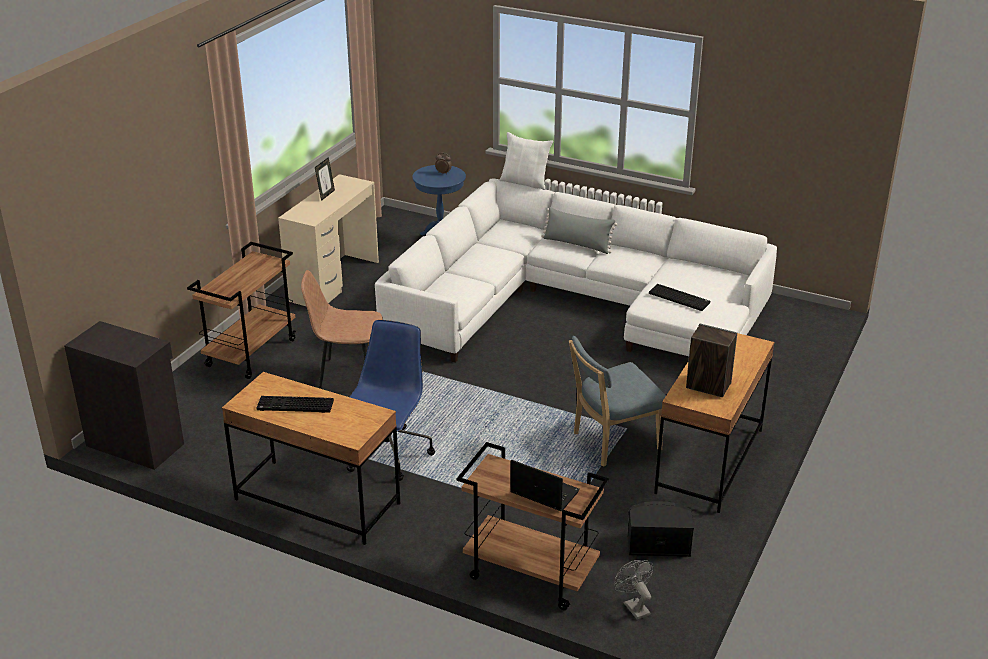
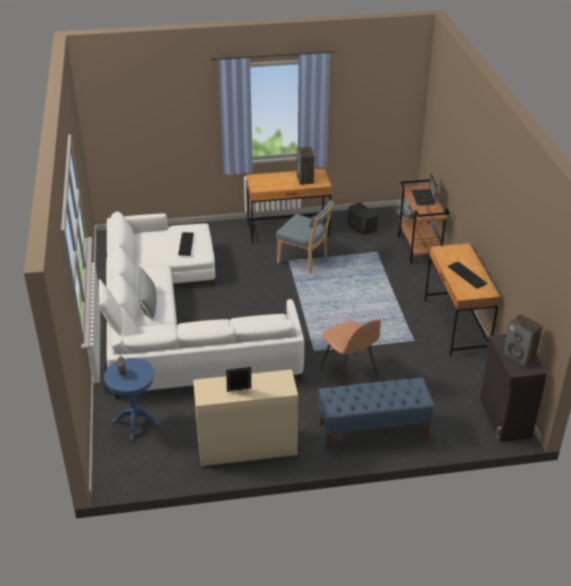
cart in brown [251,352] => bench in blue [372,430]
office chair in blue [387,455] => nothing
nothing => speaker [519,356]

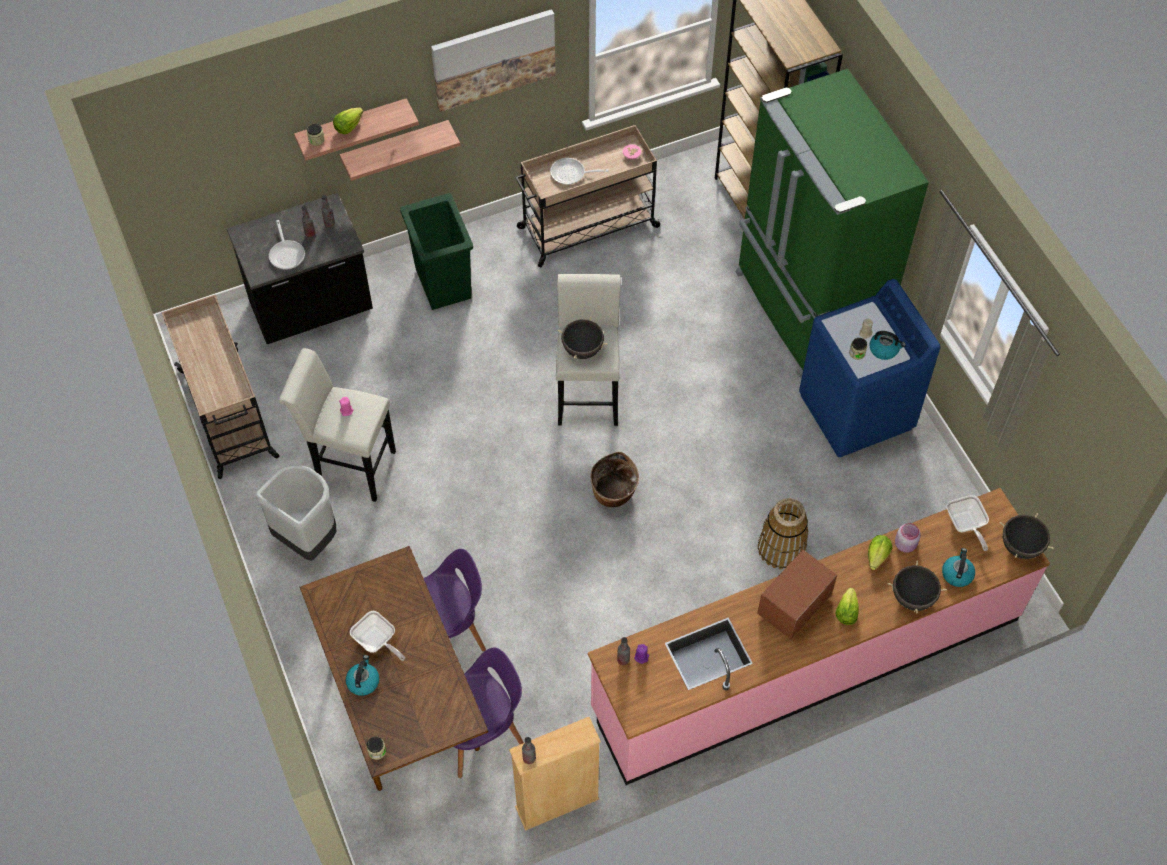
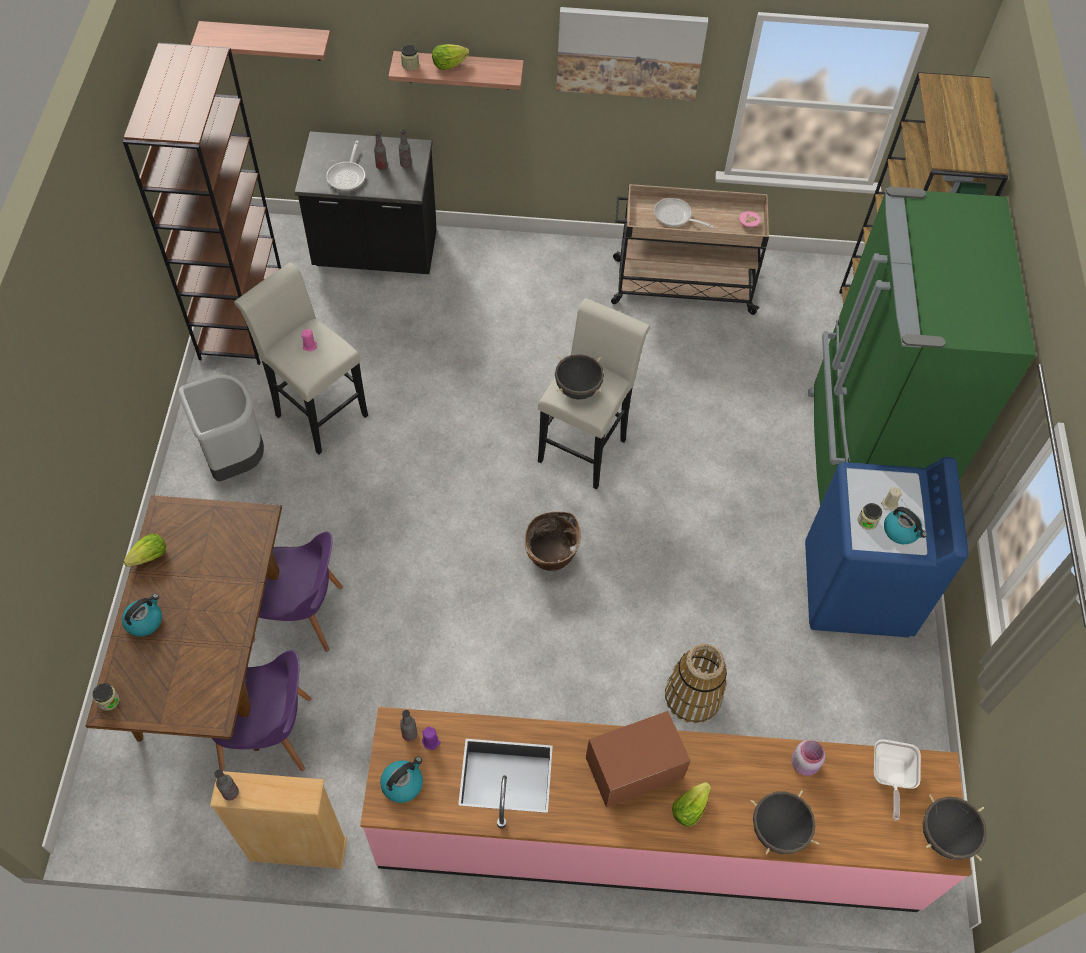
cart in beige [229,415] => bookcase in brown [241,315]
shelf [395,147] => shelf [267,41], move
frying pan [377,642] => nothing
trash can in green [443,282] => nothing
lettuce [877,556] => lettuce [150,556], move
kettle [957,574] => kettle [402,783], move

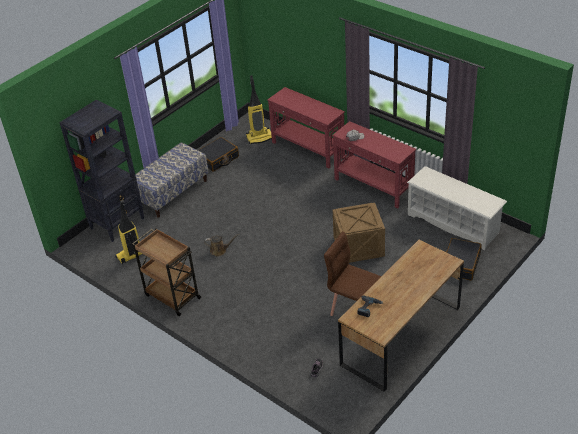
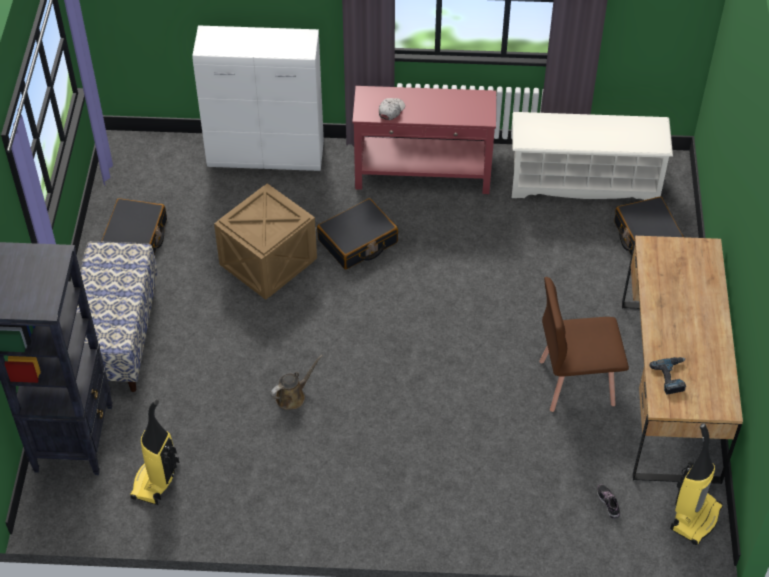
cart in brown [171,296] => nothing
vacuum cleaner [259,137] => vacuum cleaner [694,517], move
console table in red [308,149] => cabinet in white [267,155]
crate [358,247] => crate [267,263], move
nothing => suitcase in black [358,242]

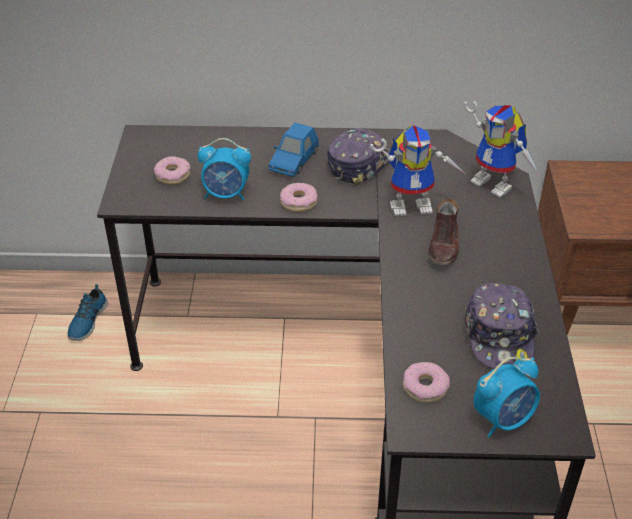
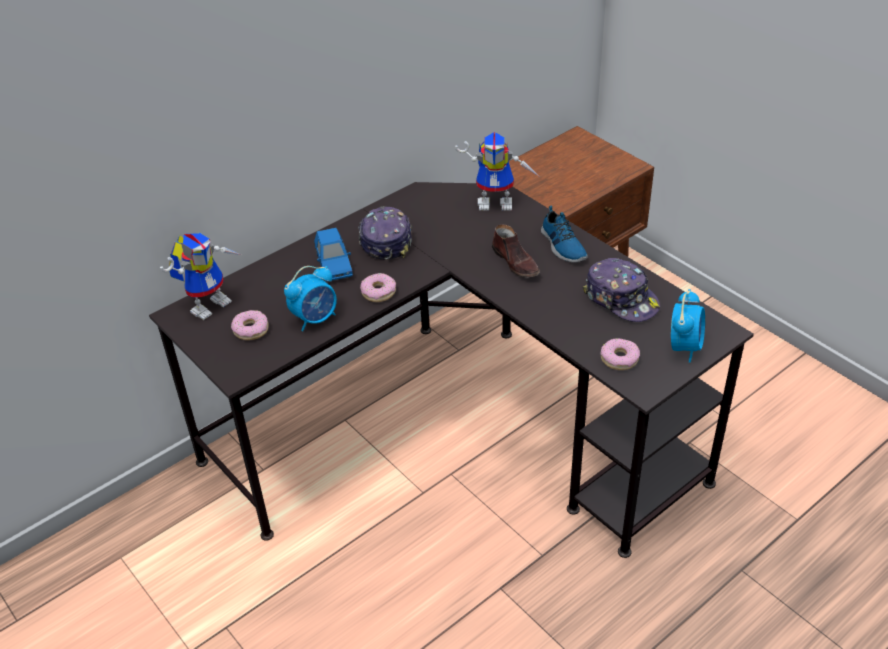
shoe [87,321] => shoe [562,246], move
toy robot [413,204] => toy robot [210,303], move

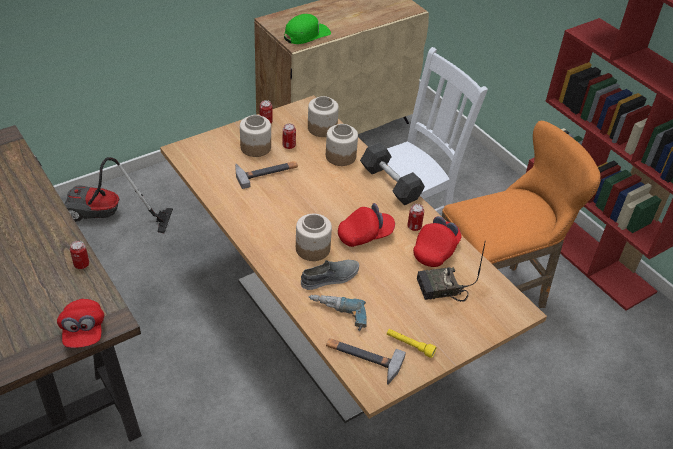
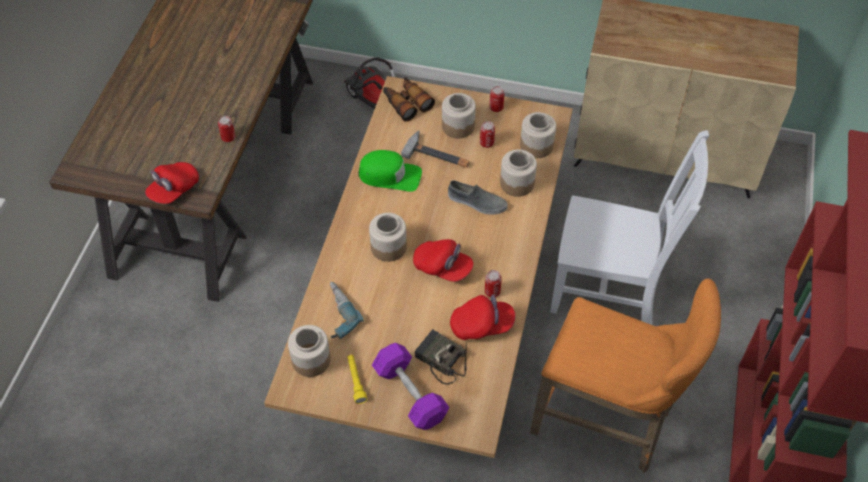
cap in green [306,34] => cap in green [390,175], move
shoe in grey [330,278] => shoe in grey [477,202], move
hammer [362,358] => jar [311,360]
dumbbell in grey [390,183] => nothing
nothing => dumbbell in purple [410,394]
nothing => binoculars [406,103]

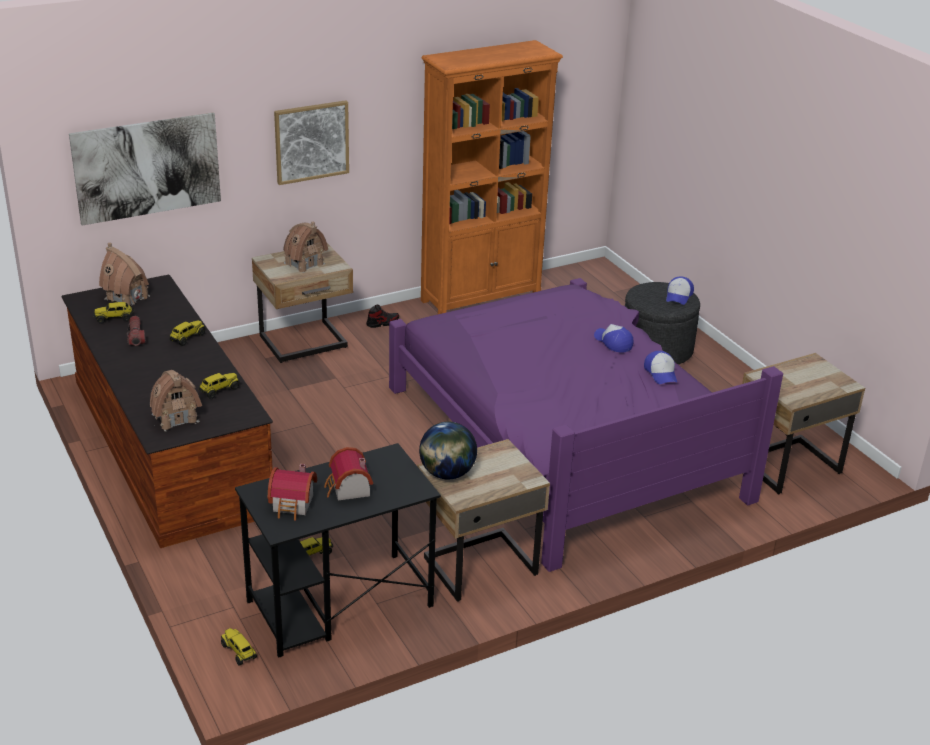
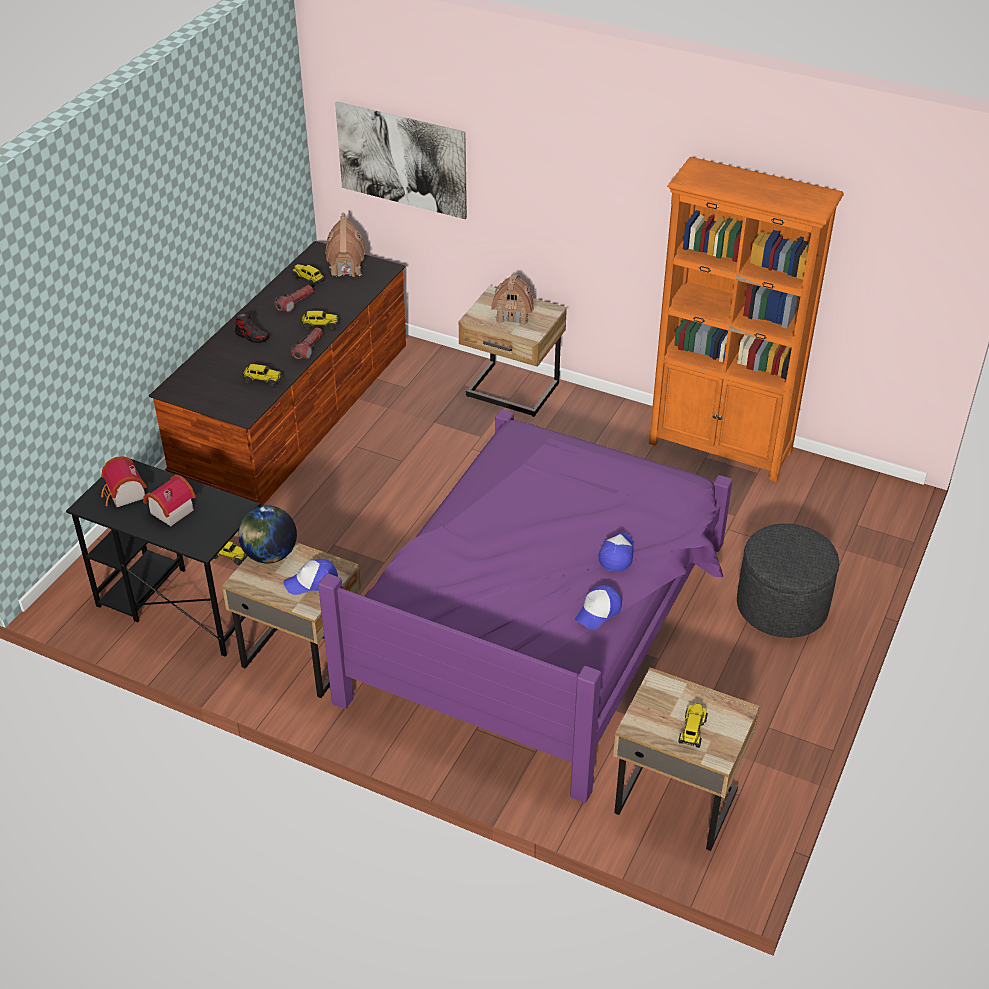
toy house [175,418] => nothing
toy truck [239,652] => toy truck [692,731], move
picture [311,141] => nothing
shoe [382,323] => shoe [252,336], move
cap [678,296] => cap [312,582], move
nothing => flashlight [308,348]

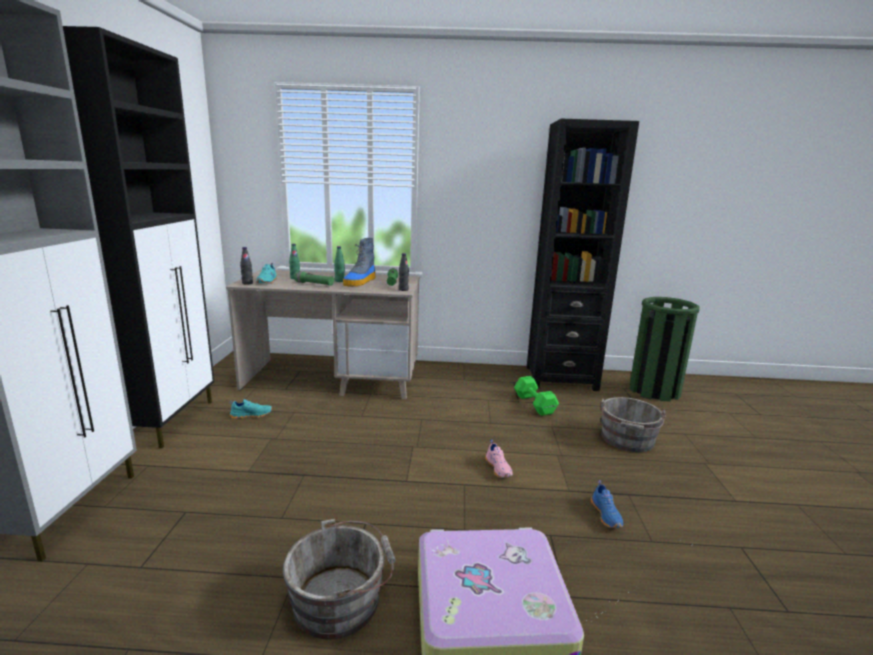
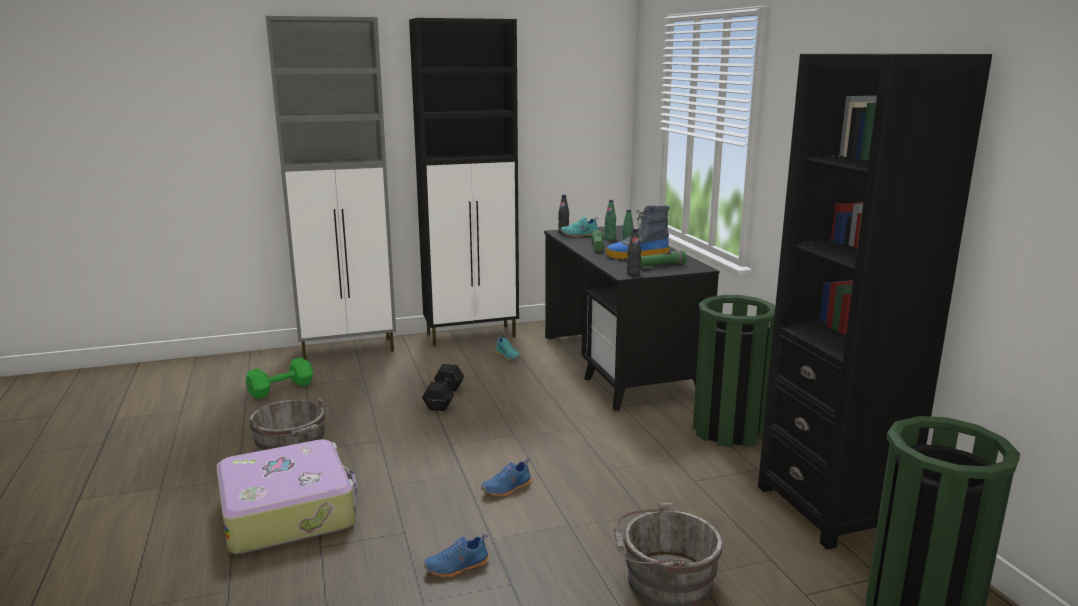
desk in beige [334,378] => desk in black [620,366]
shoe in pink [499,468] => shoe in blue [507,488]
dumbbell in green [534,404] => dumbbell in green [282,389], move
nothing => dumbbell in black [445,398]
nothing => trash can in green [727,430]

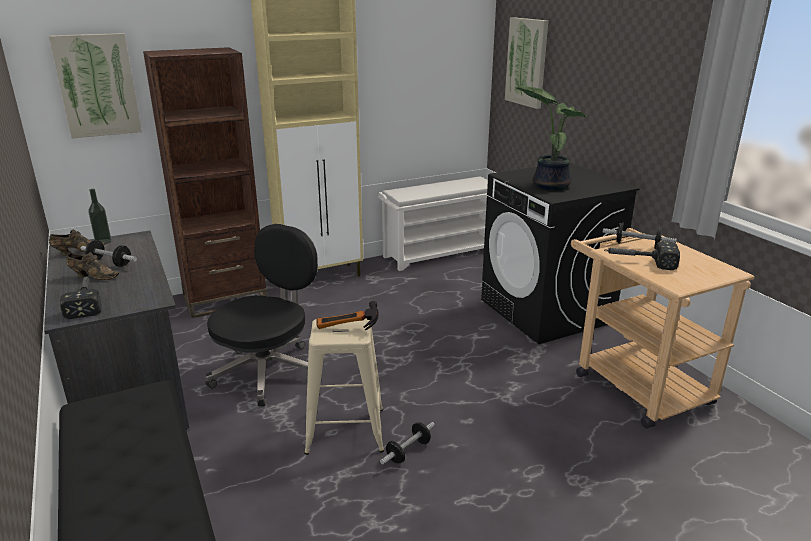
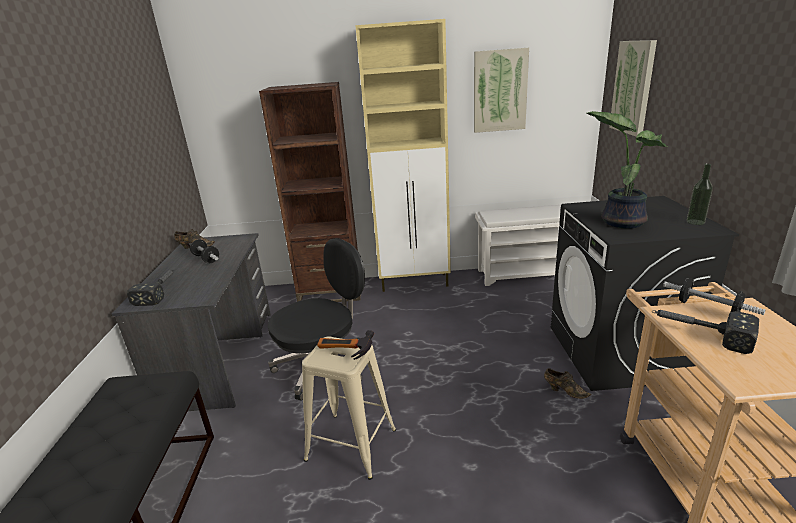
picture [97,85] => picture [499,91], move
shoe in brown [93,277] => shoe in brown [564,391], move
bottle [103,242] => bottle [695,222], move
dumbbell [408,451] => nothing

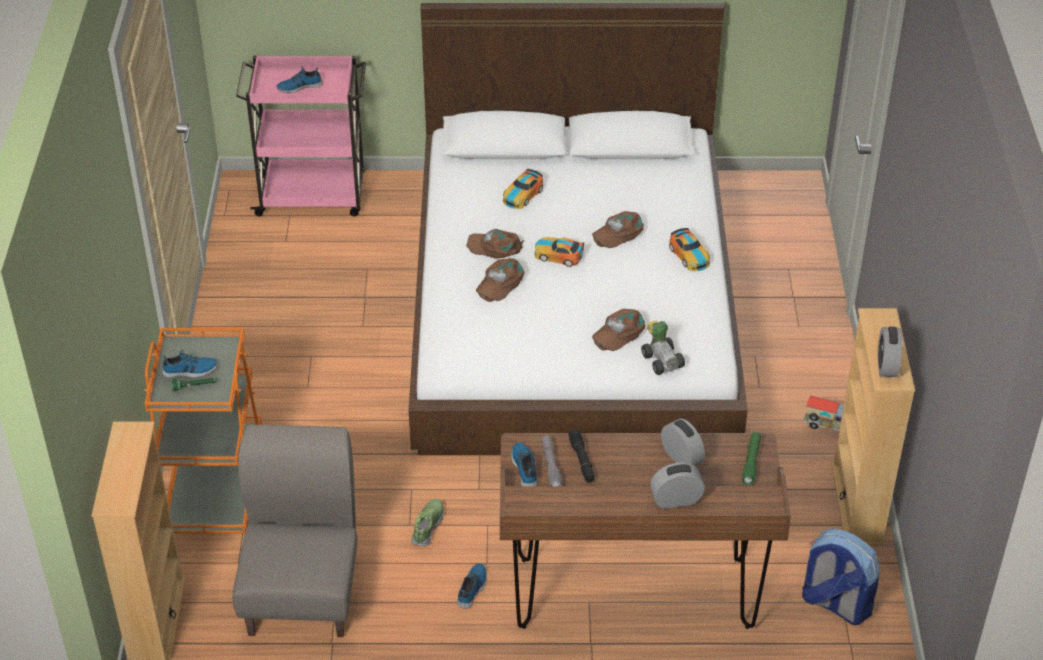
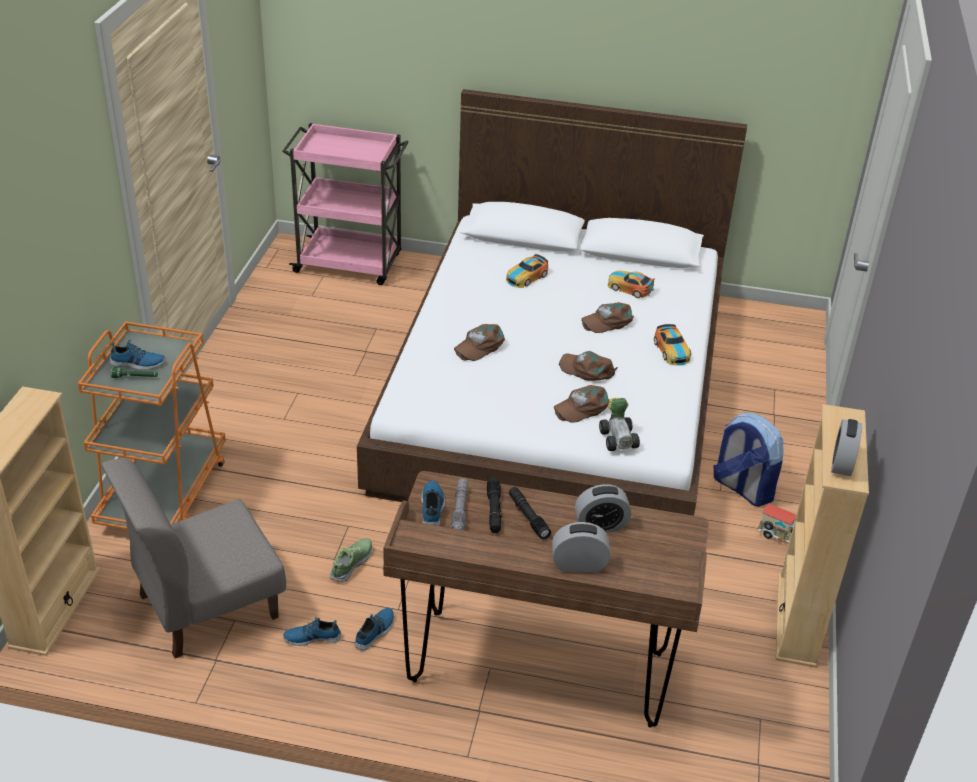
chair in grey [303,593] => chair in grey [207,605], 135 degrees counterclockwise
shoe [299,86] => shoe [312,637], move
cap in brown [495,247] => cap in brown [587,370], move
toy car [558,255] => toy car [629,288], move
alarm clock [681,457] => alarm clock [601,525], 105 degrees clockwise
flashlight in green [751,462] => nothing
backpack [834,604] => backpack [742,488], move
nothing => flashlight in black [528,517]

